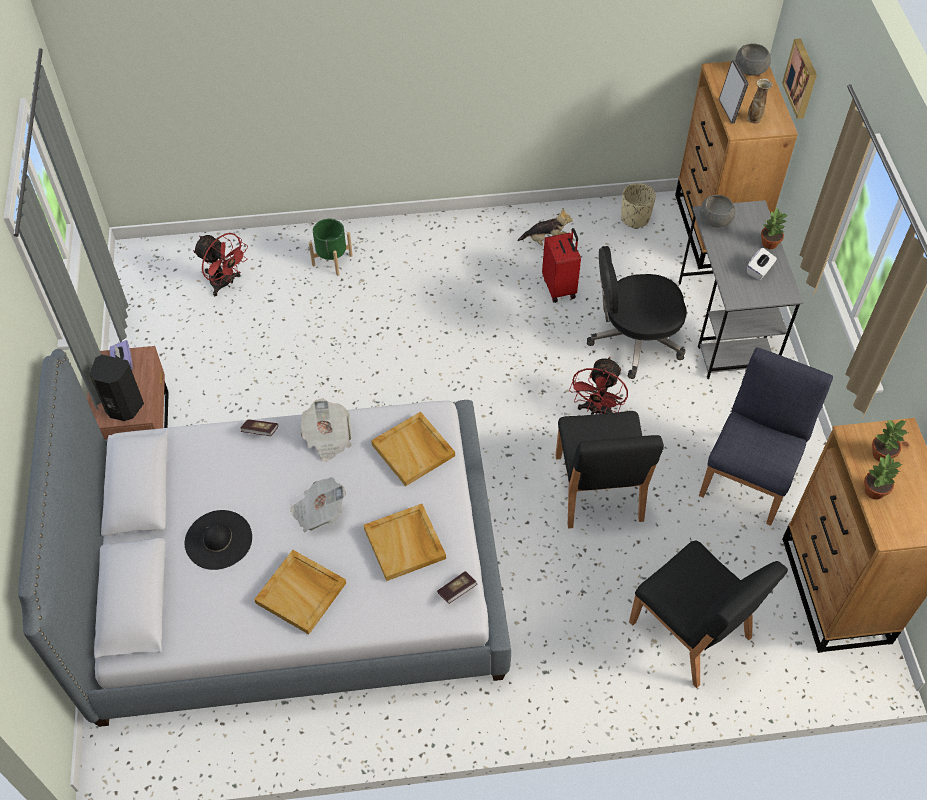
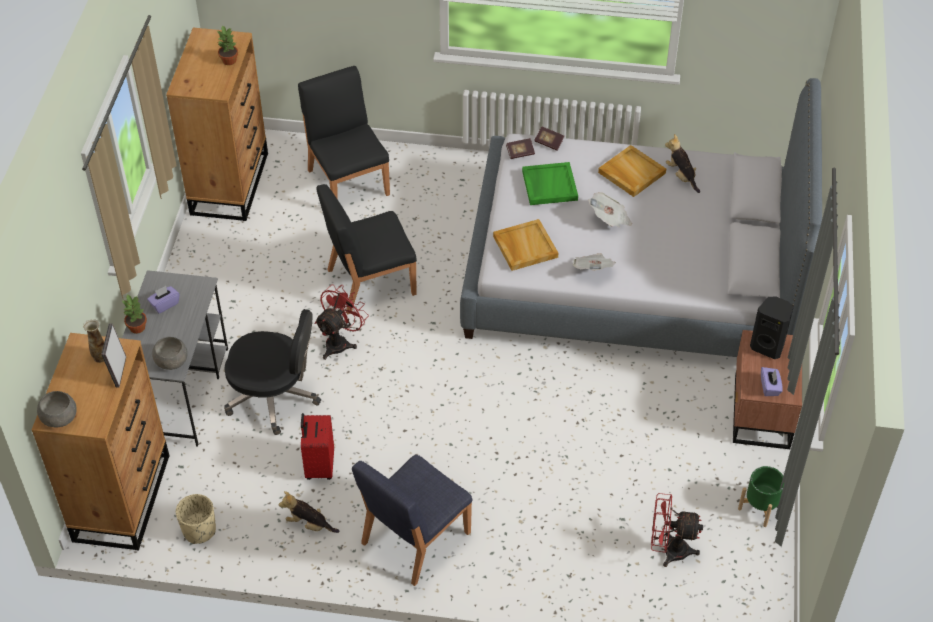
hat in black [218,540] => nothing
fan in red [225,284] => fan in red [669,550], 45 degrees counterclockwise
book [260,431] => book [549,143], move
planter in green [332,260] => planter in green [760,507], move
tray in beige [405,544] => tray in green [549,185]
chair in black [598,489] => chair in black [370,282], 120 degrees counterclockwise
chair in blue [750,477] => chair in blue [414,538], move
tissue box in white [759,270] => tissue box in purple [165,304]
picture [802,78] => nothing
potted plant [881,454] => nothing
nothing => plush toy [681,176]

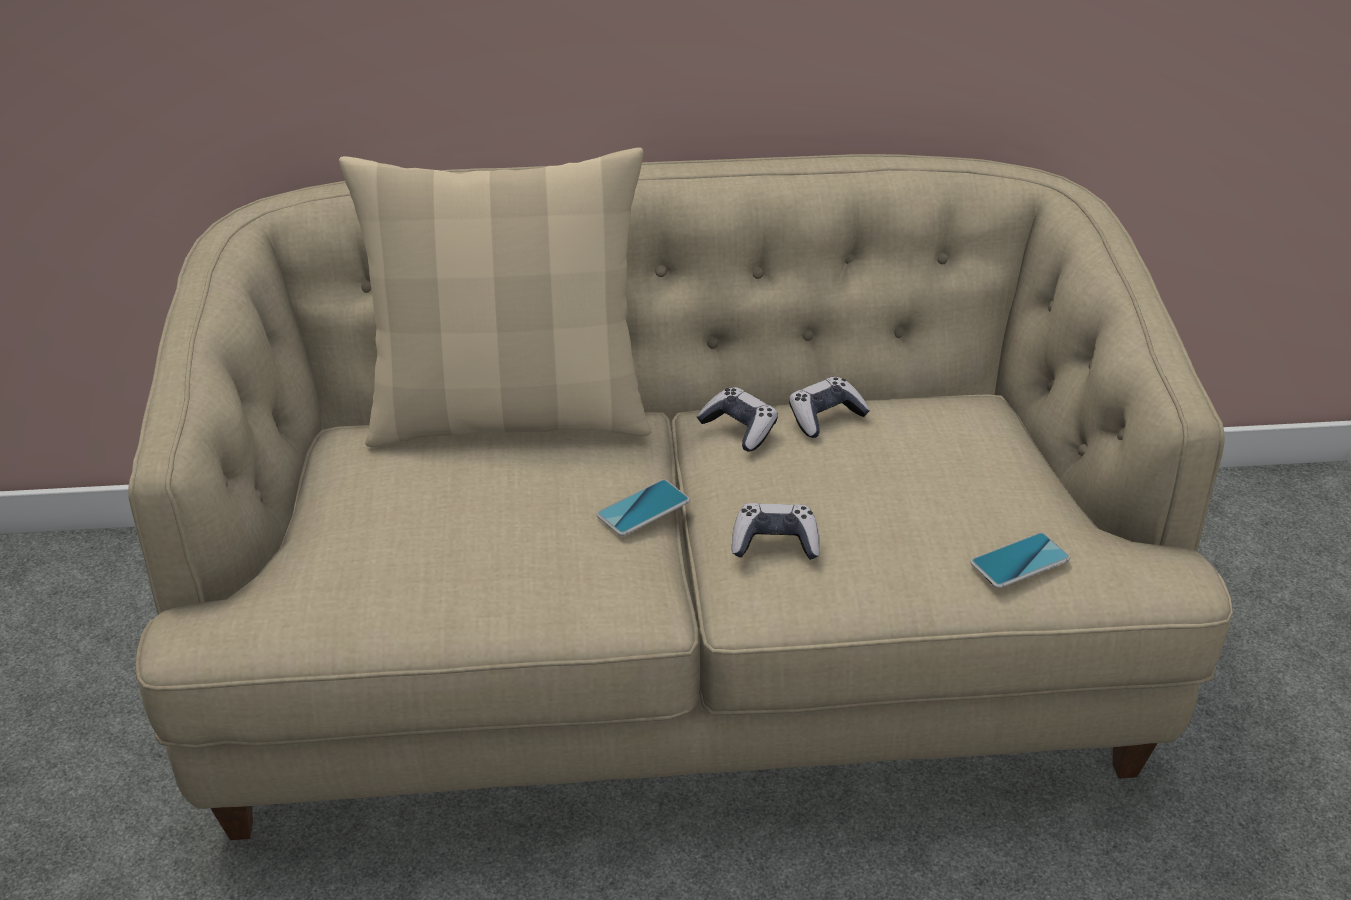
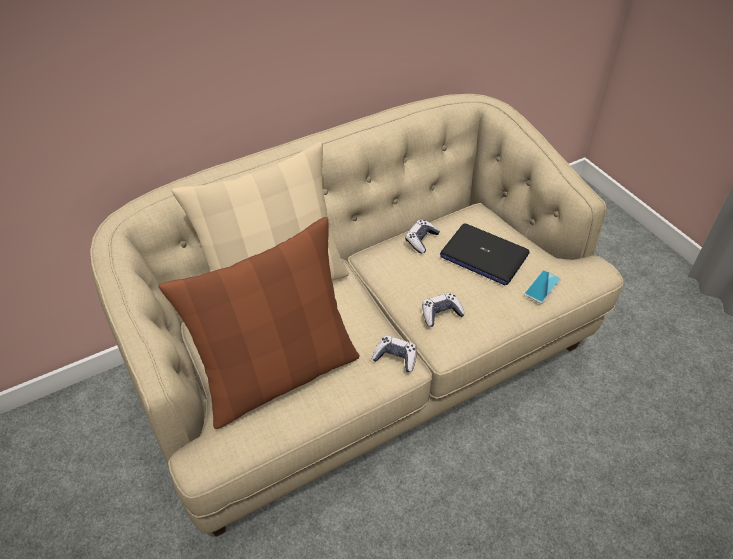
phone [643,509] => nothing
game controller [739,429] => game controller [395,357], move
nothing => pillow in brown [279,374]
nothing => laptop [483,255]

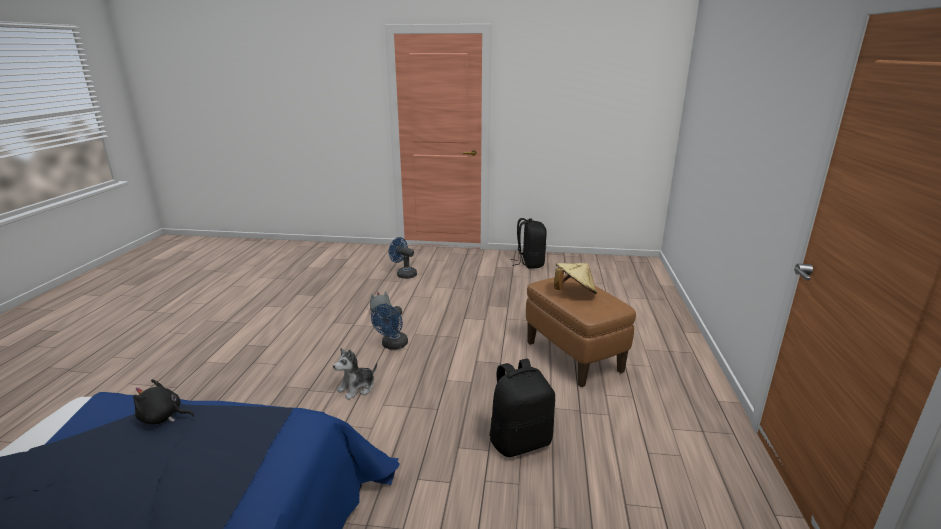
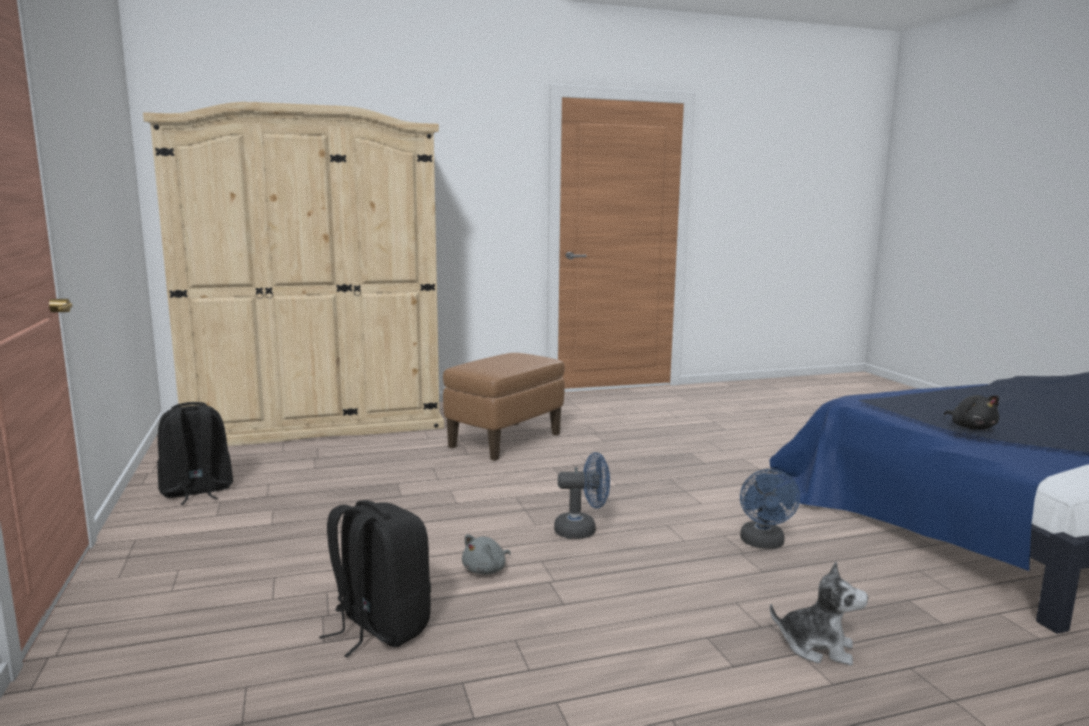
plush toy [357,388] => plush toy [817,647], move
fan in blue [404,274] => fan in blue [763,544], move
backpack in black [520,441] => backpack in black [379,628], move
hat in beige [574,292] => nothing
nothing => wardrobe in beige [316,424]

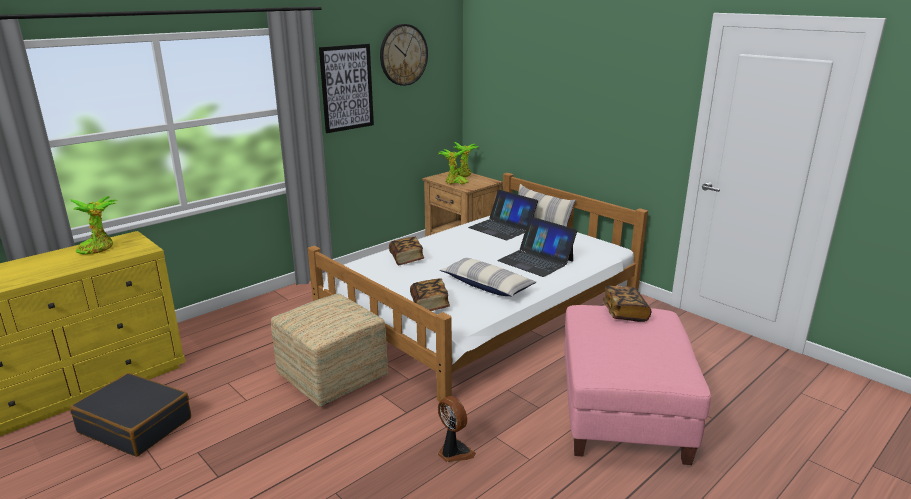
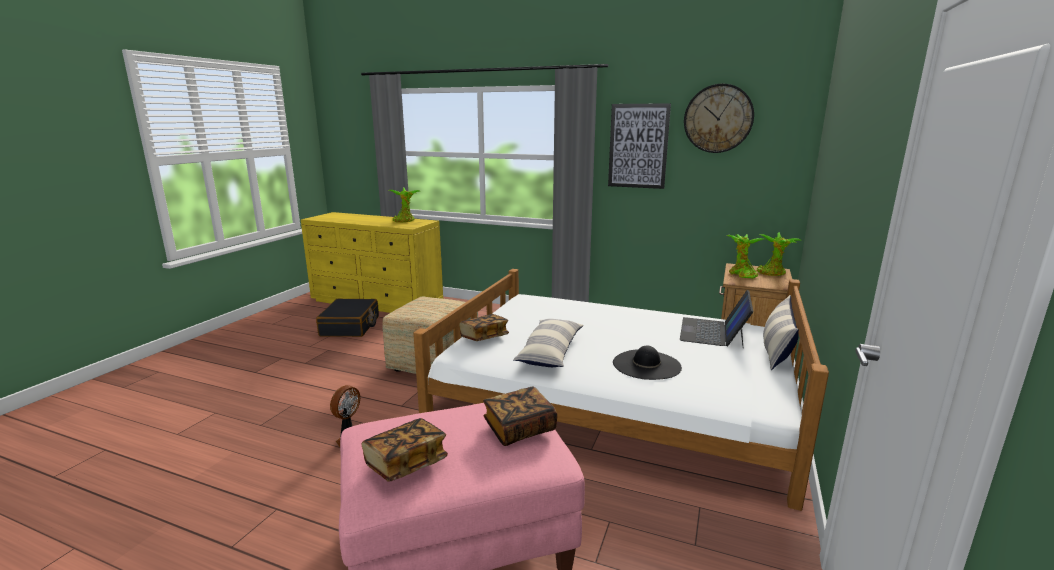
book [406,259] => book [406,463], move
laptop [536,260] => hat in black [646,365]

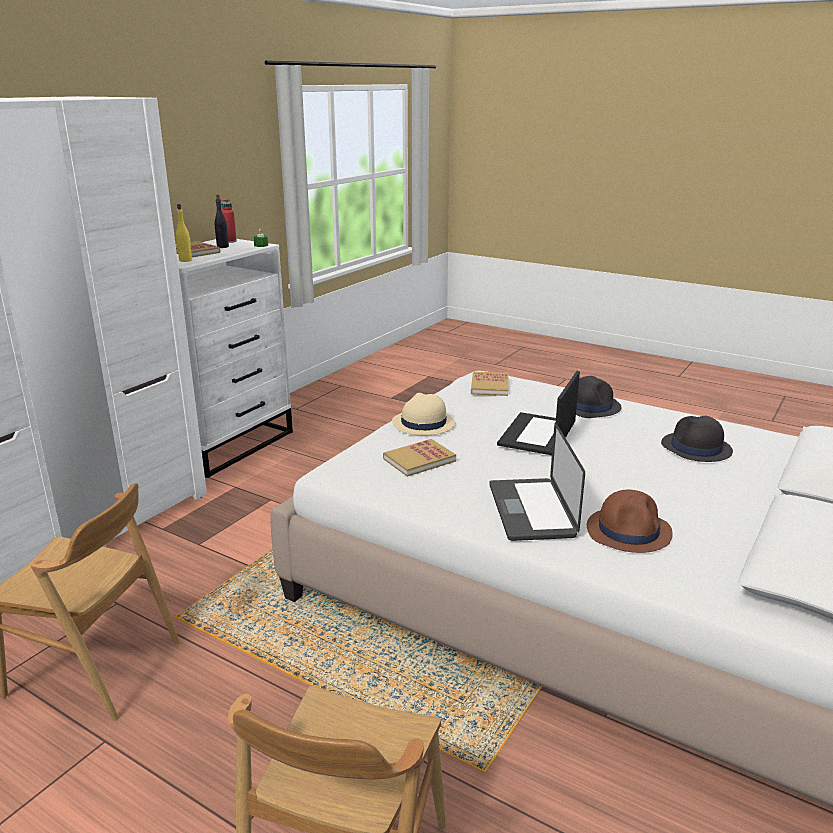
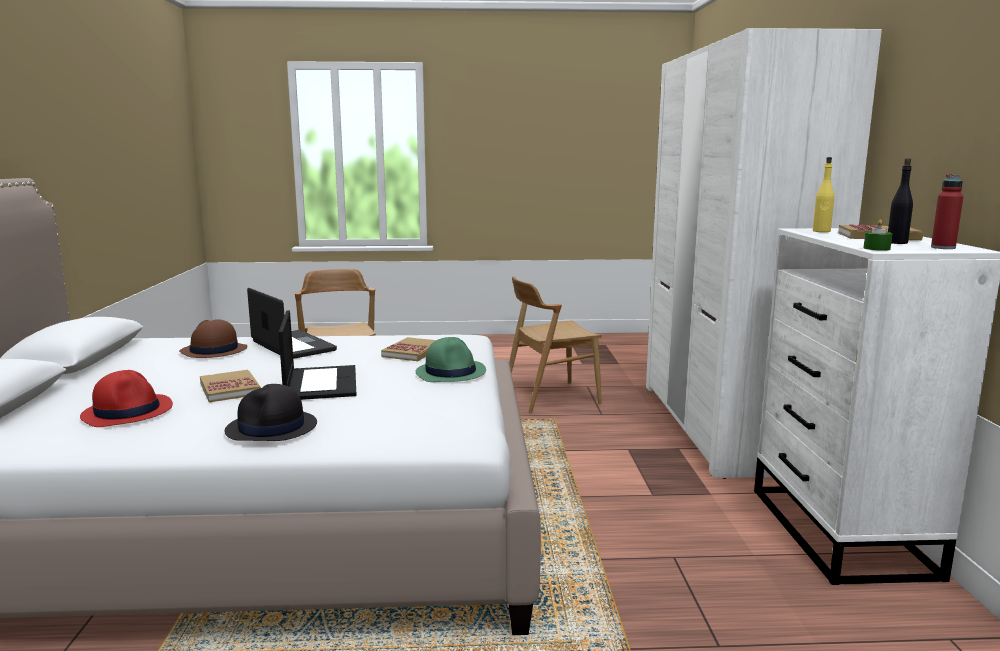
hat in beige [423,424] => hat in green [451,372]
book [489,386] => book [230,389], move
hat in black [696,448] => hat in red [128,411]

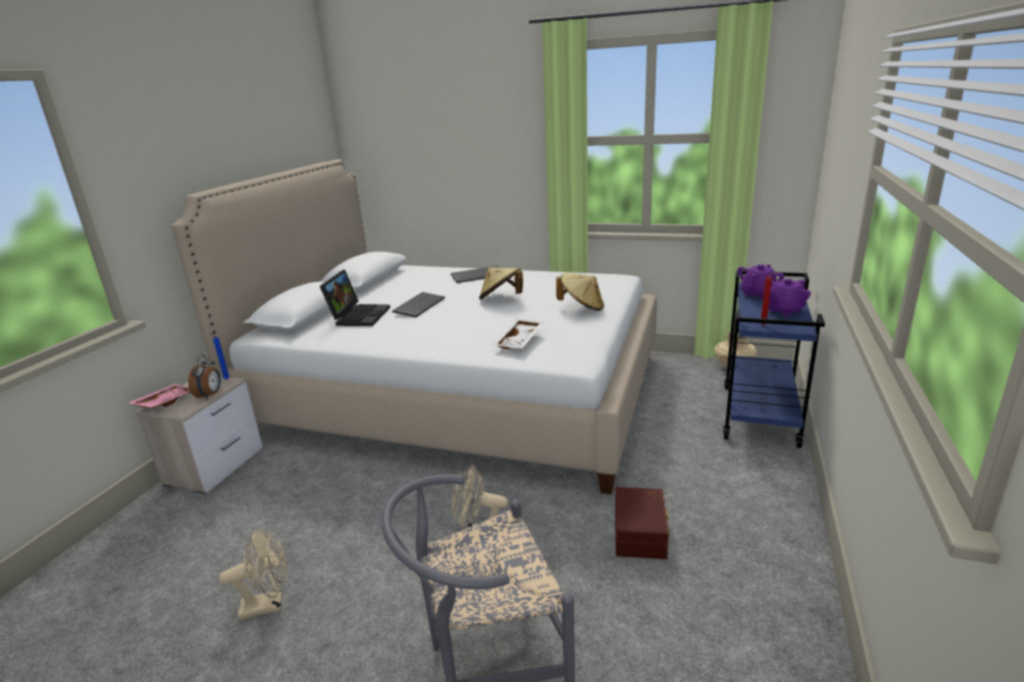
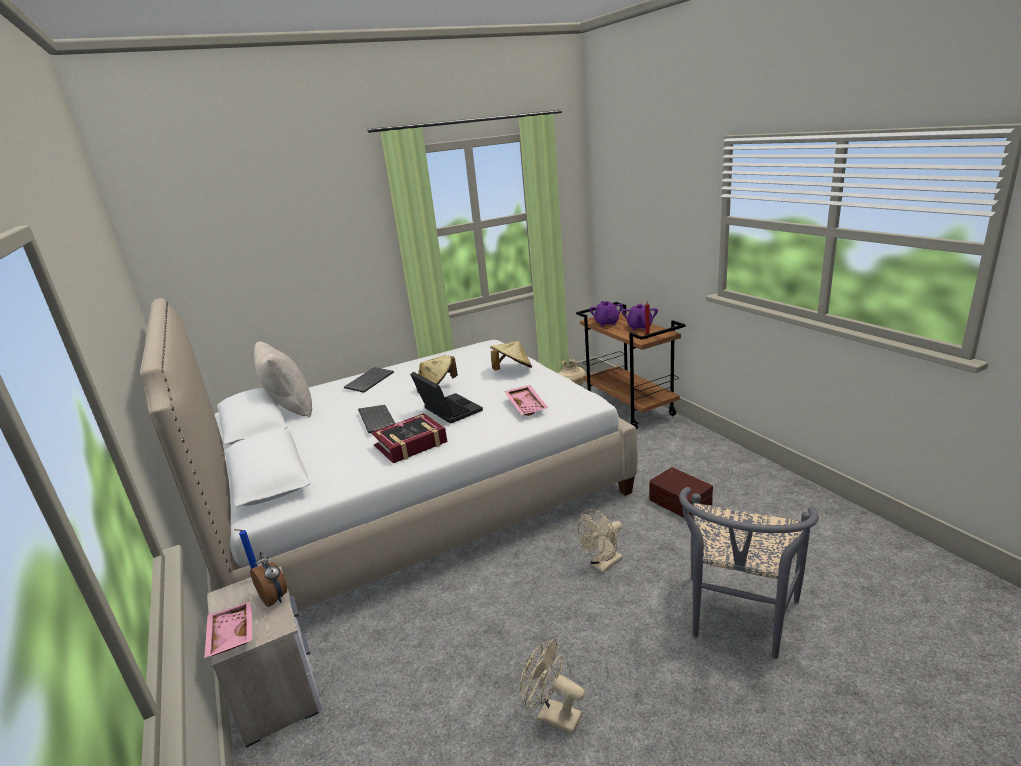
fan in beige [268,605] => fan in beige [552,715], 90 degrees counterclockwise
laptop [358,315] => laptop [447,410], move
tray in white [520,340] => tray in pink [527,405]
cart in blue [760,416] => cart in brown [630,408]
nothing => pillow in beige [290,408]
nothing => book [411,444]

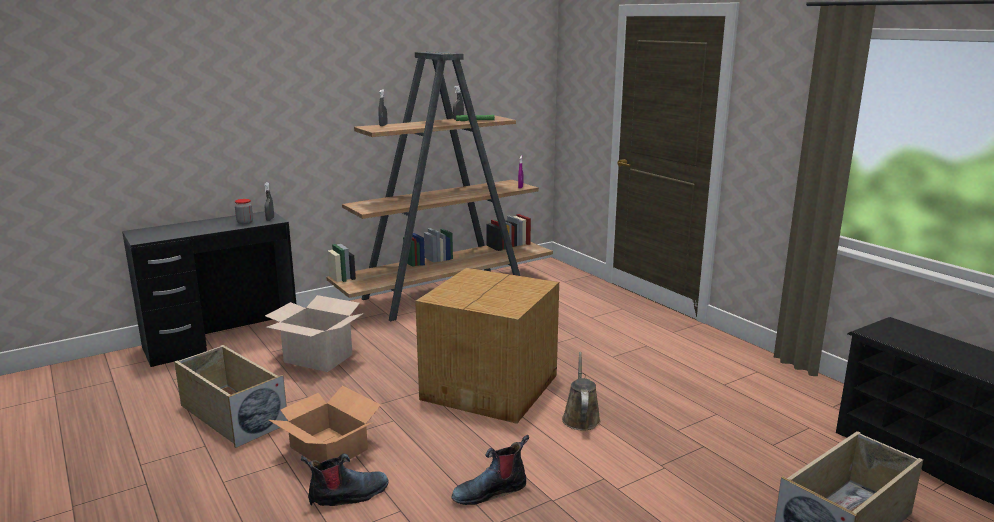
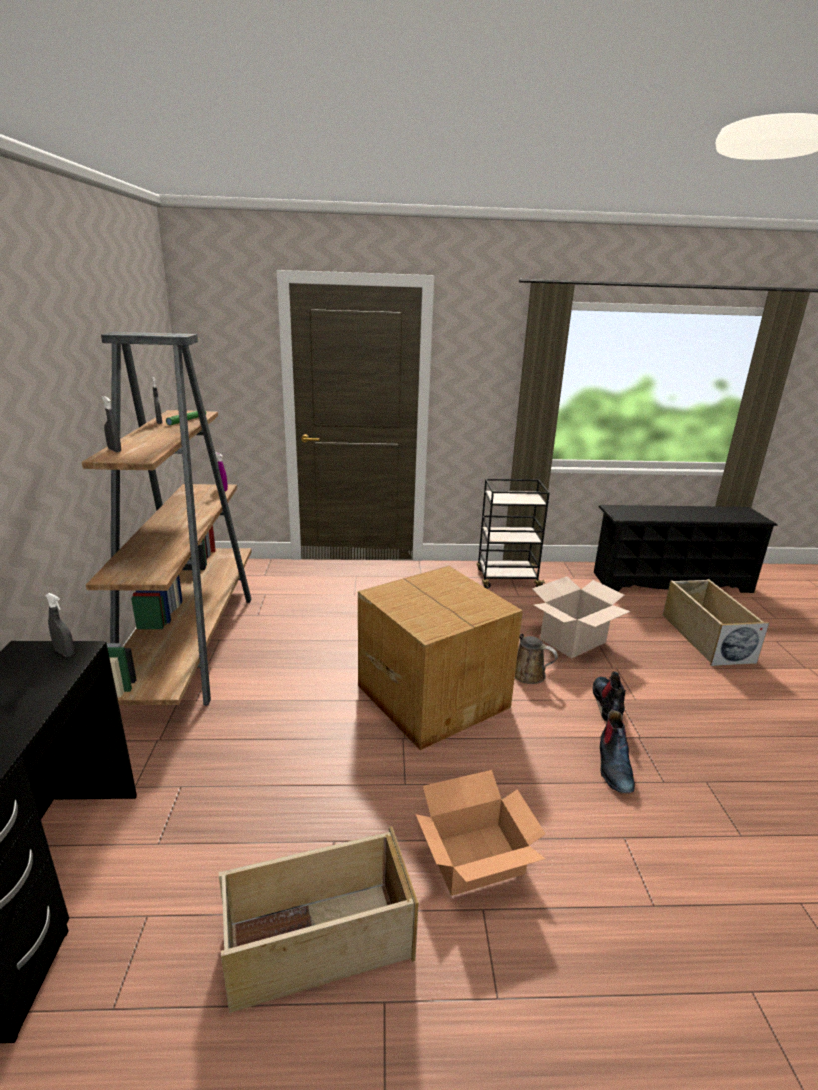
jar [245,222] => nothing
cardboard box [319,358] => cardboard box [572,640], move
boot [348,495] => boot [608,704], move
nothing => cart in black [507,579]

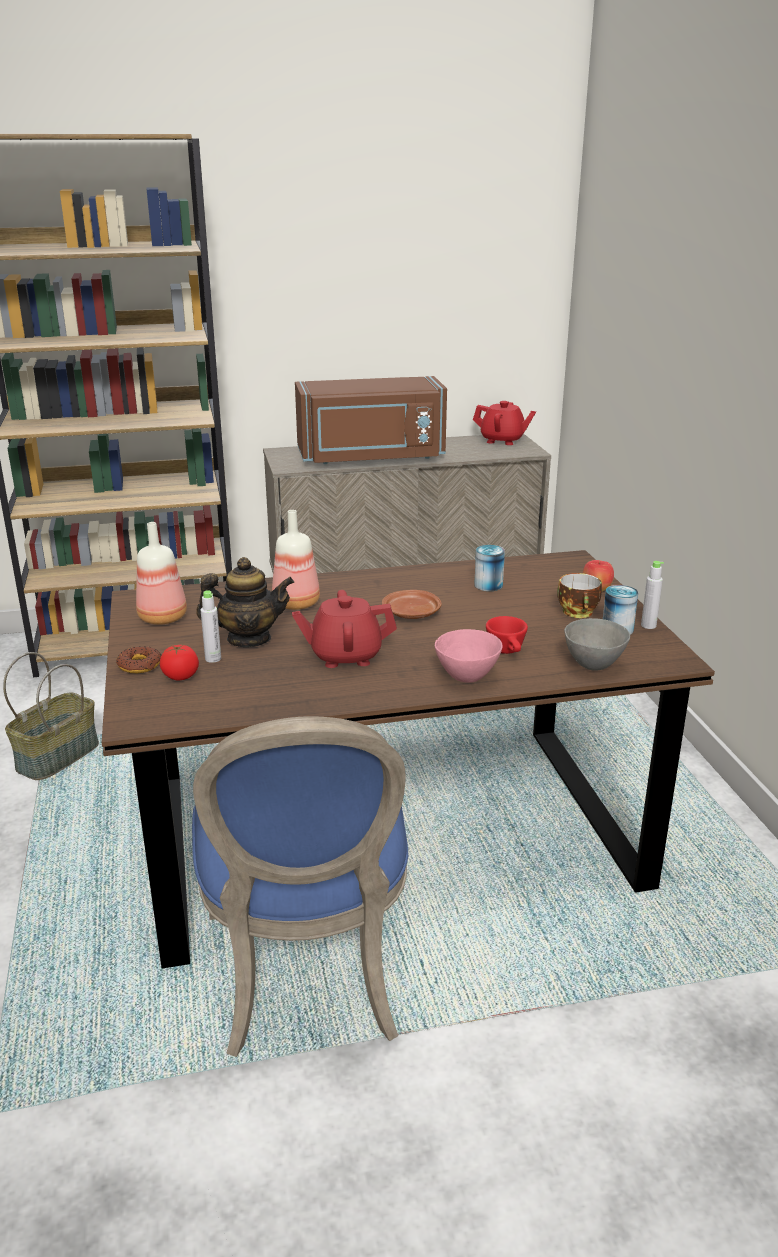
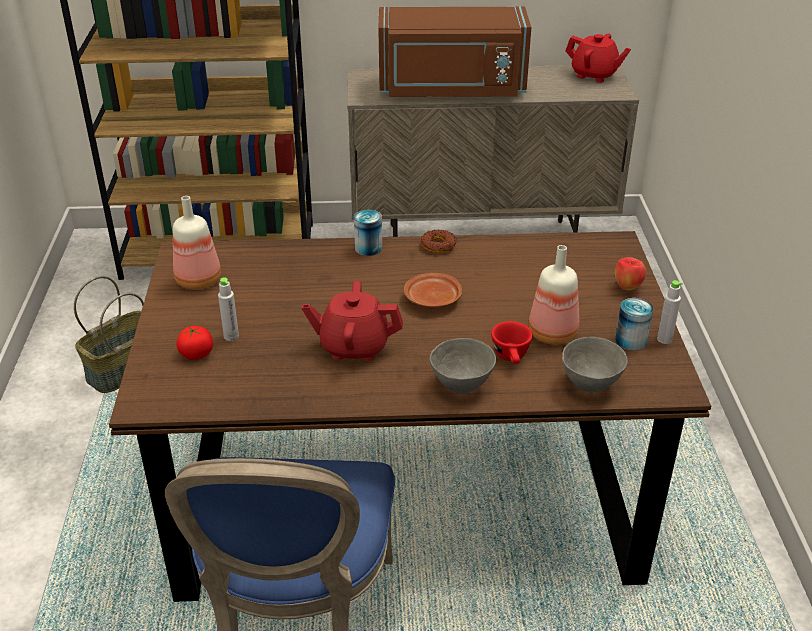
donut [140,665] => donut [438,245], move
teapot [248,639] => nothing
bottle [297,604] => bottle [554,335], move
bowl in pink [467,677] => bowl in grey [461,386]
can [488,585] => can [368,248], move
cup [579,613] => nothing

